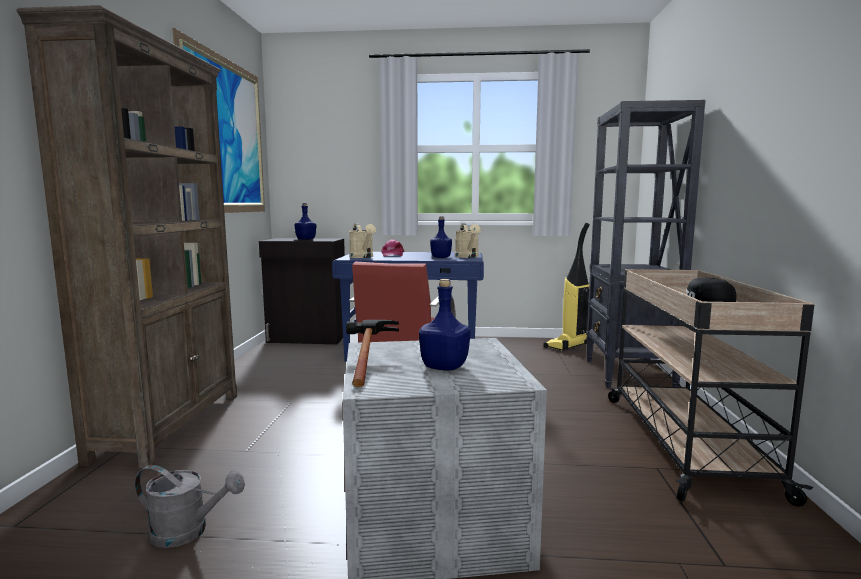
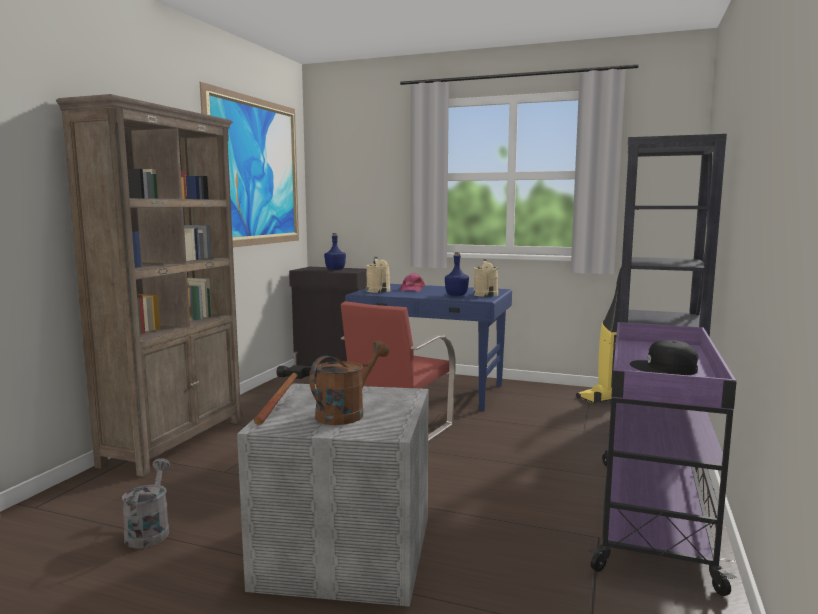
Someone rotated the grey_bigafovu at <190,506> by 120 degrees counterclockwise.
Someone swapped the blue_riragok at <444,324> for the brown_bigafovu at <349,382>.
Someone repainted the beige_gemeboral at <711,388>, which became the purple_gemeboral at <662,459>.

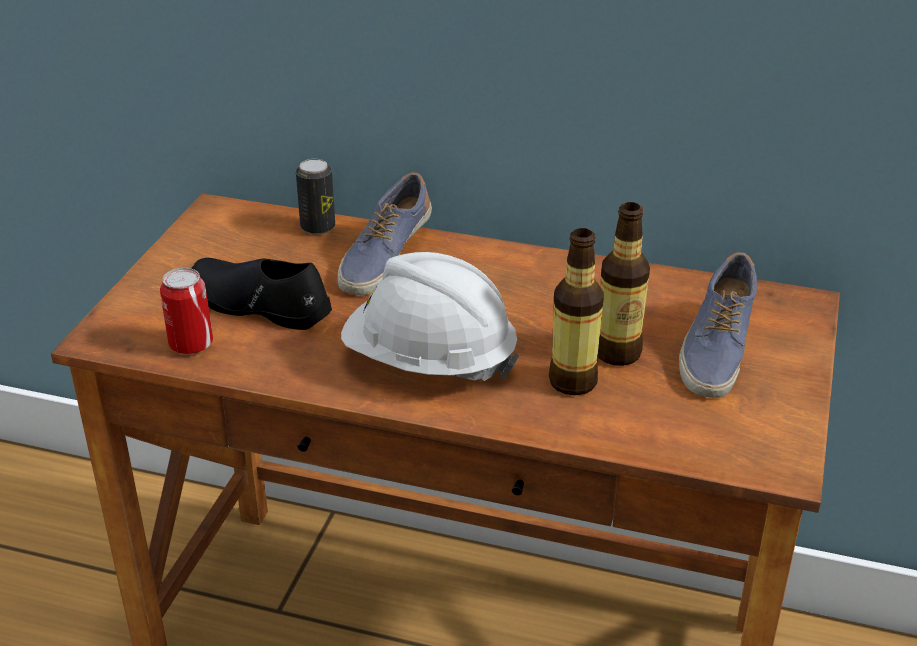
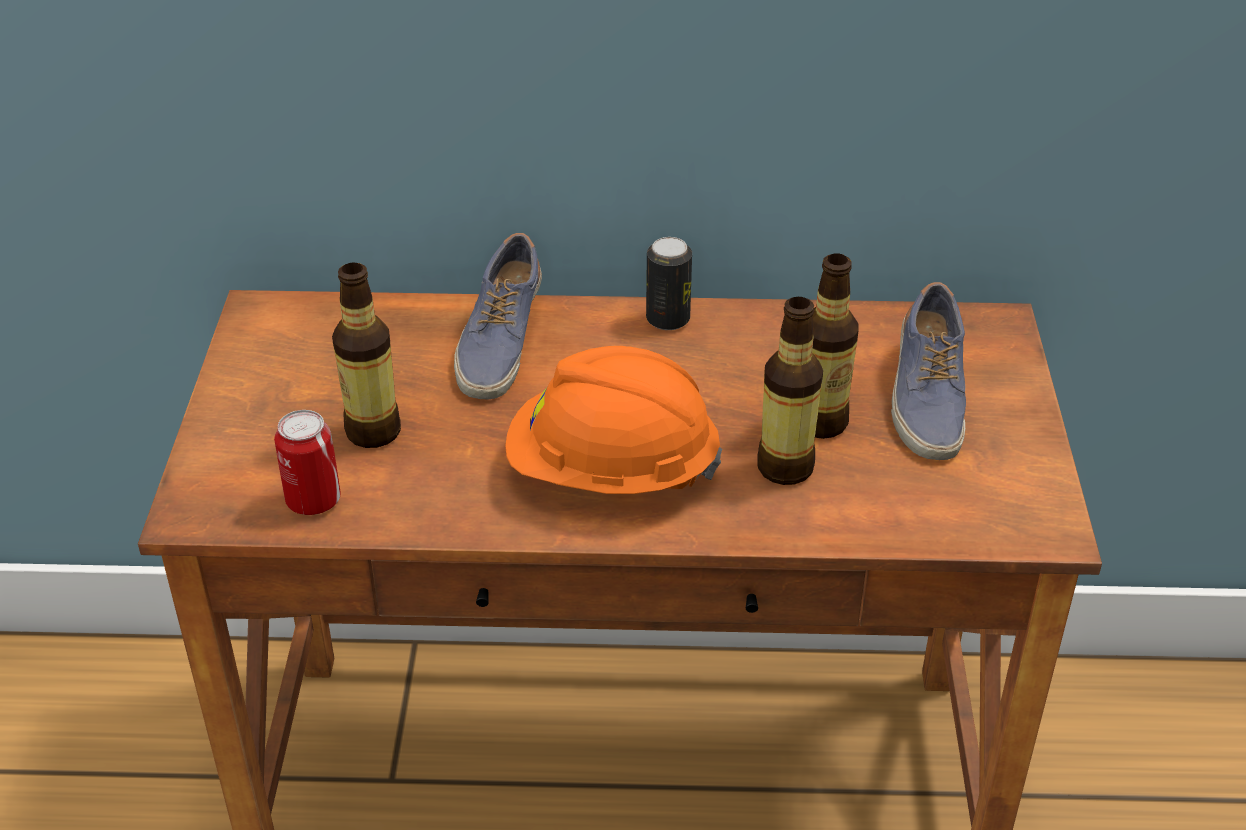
Someone swapped the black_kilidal at <261,294> for the riragok at <366,355>.
Someone carried the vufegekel from <315,197> to <669,283>.
Someone repainted the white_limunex at <430,316>, which became the orange_limunex at <613,420>.

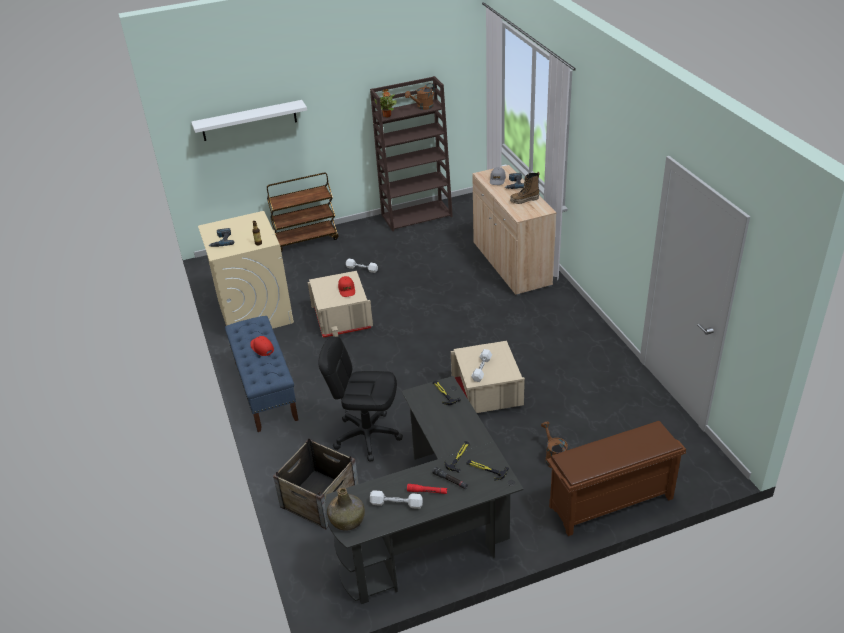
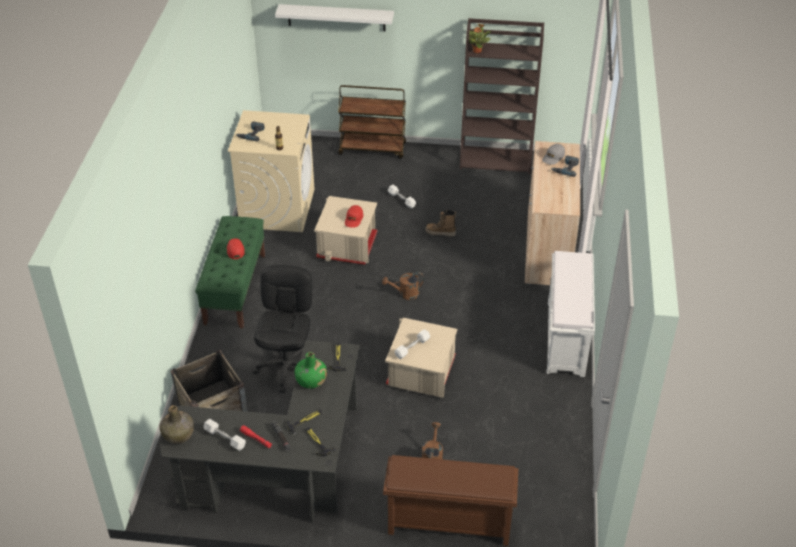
Someone repainted the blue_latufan at <261,374>, which became the green_latufan at <230,272>.
Someone rotated the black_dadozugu at <361,399> by 60 degrees clockwise.
Someone carried the brown_bigafovu from <420,96> to <403,286>.
Someone carried the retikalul from <525,188> to <441,223>.
Someone put down the green_riragok at <311,370>.
Someone put down the white_latufan at <571,314>.

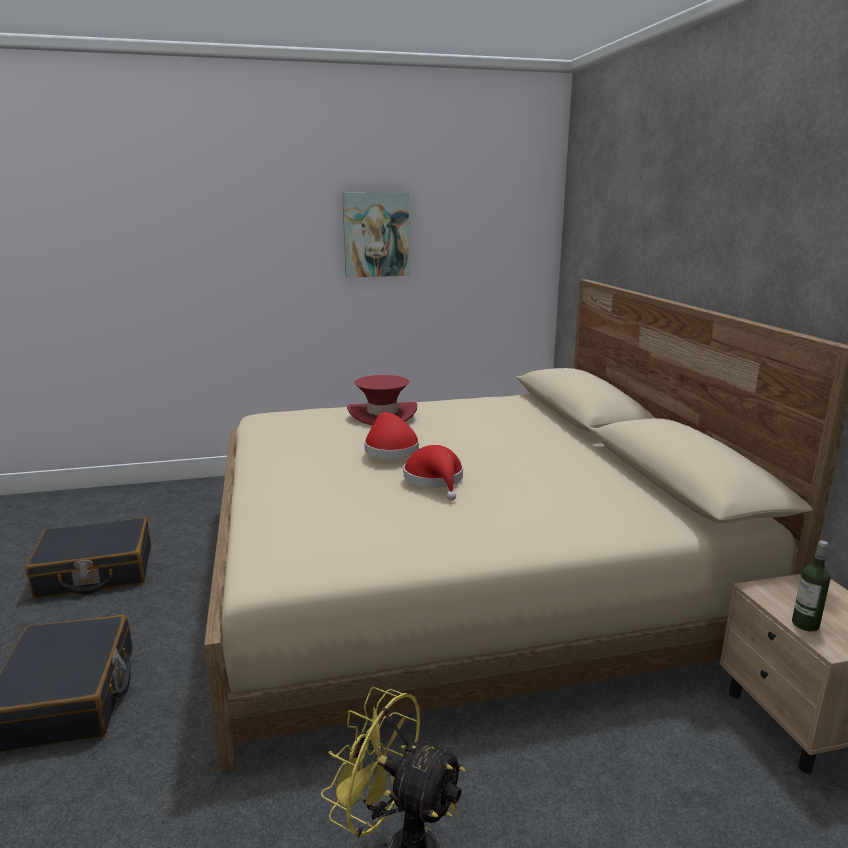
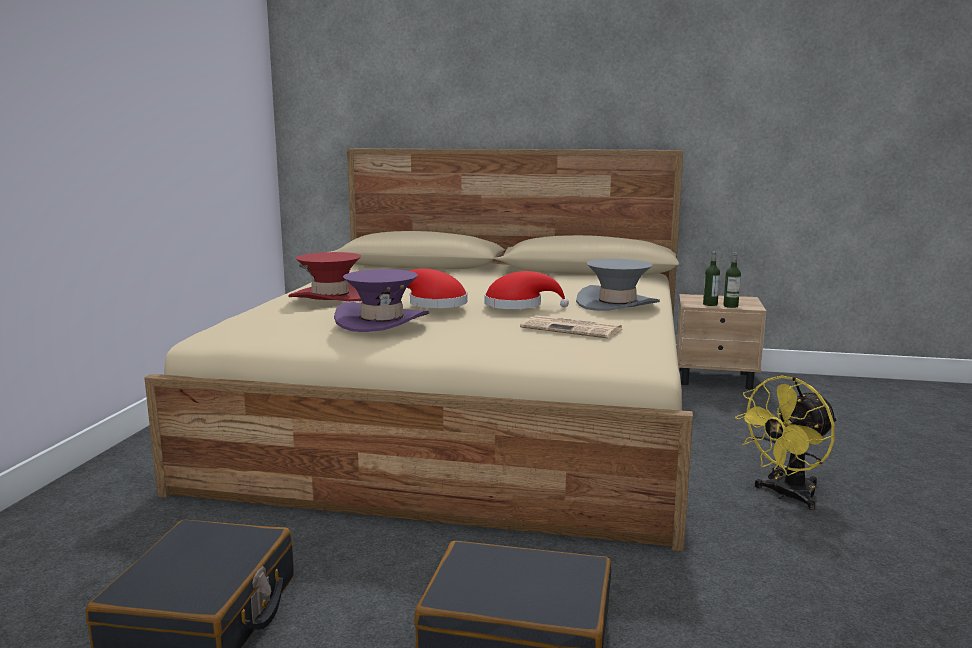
Someone took away the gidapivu at <376,234>.
Someone put down the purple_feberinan at <381,300>.
Someone put down the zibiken at <571,326>.
Someone put down the grey_feberinan at <618,285>.
Someone put down the riragok at <711,278>.

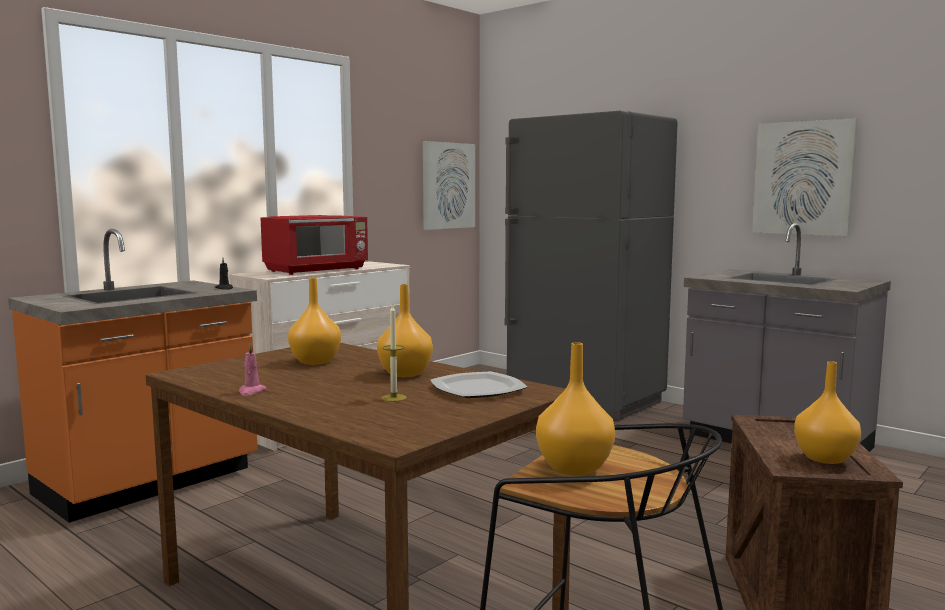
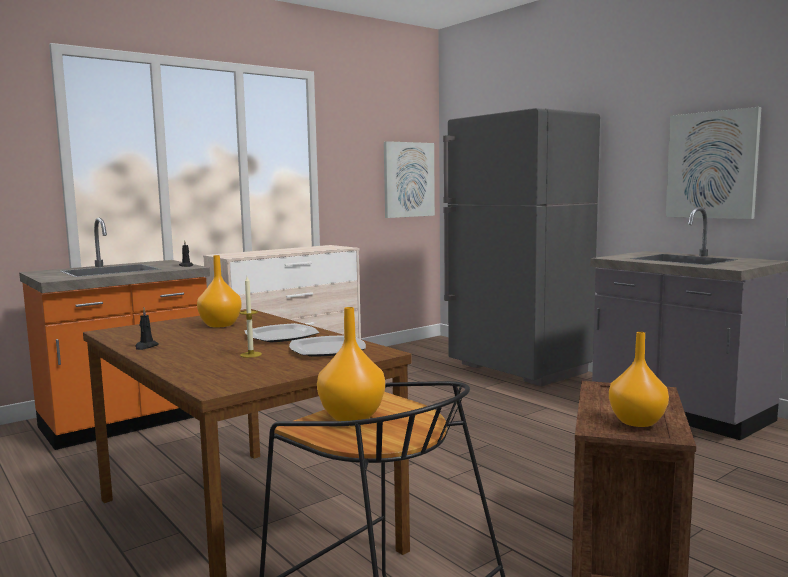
Someone repainted the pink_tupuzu at <252,370>, which became the black_tupuzu at <147,329>.
Someone took away the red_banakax at <314,245>.
Someone swapped the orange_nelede at <405,330> for the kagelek at <282,333>.

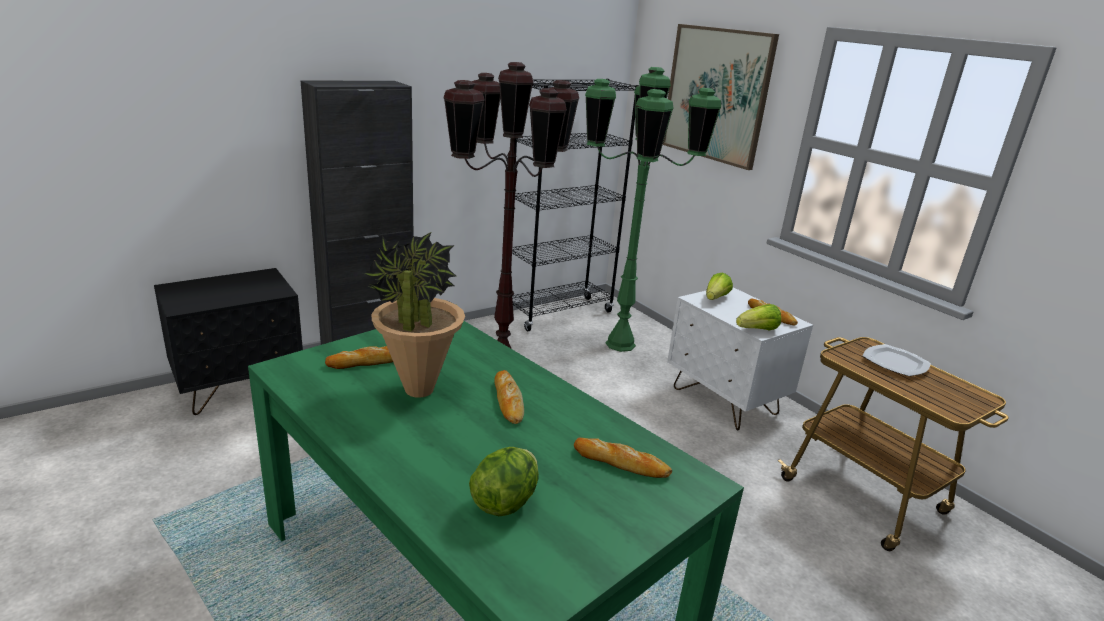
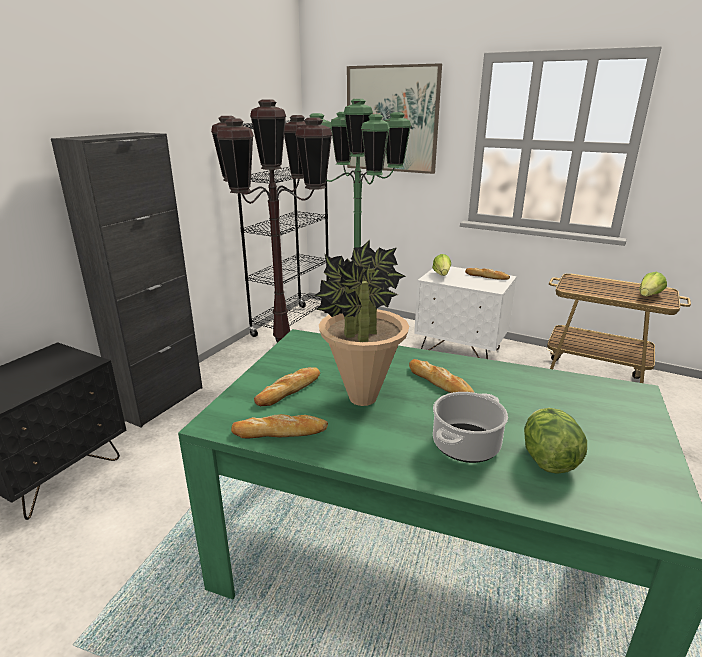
Someone carried the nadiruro from <623,457> to <279,426>.
Someone carried the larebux from <758,317> to <653,284>.
Someone took away the kagelek at <896,360>.
Someone put down the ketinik at <470,427>.

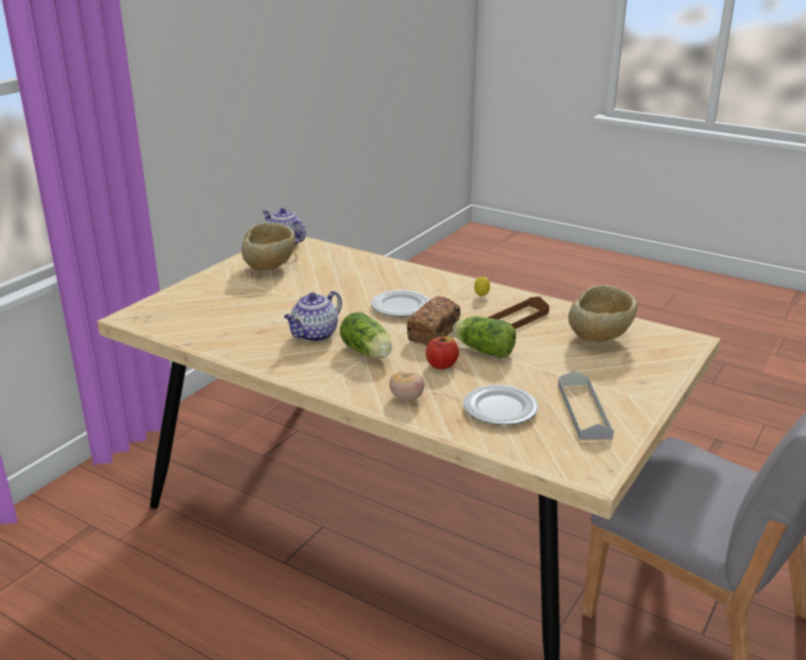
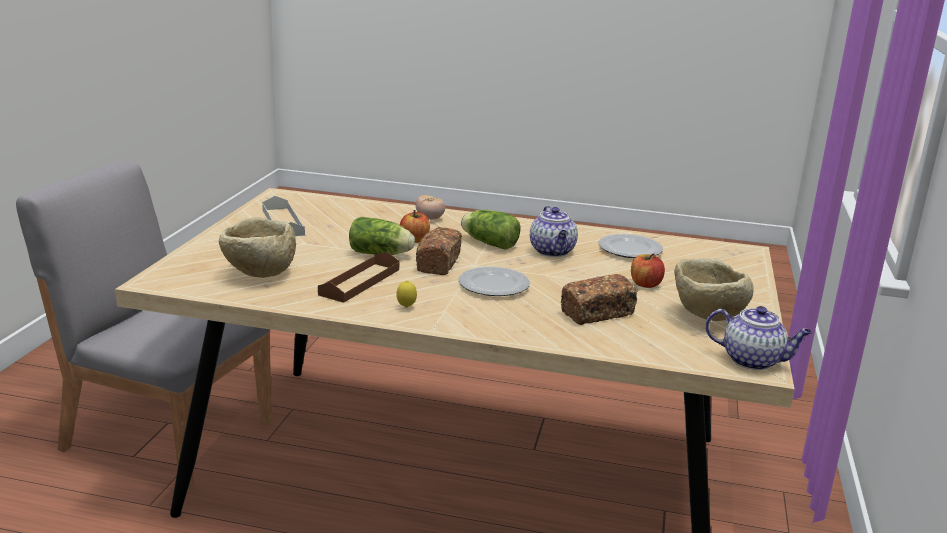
Someone rotated the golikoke at <313,316> by 150 degrees clockwise.
Someone carried the kagelek from <500,405> to <630,246>.
Someone put down the nadiruro at <599,299>.
Someone put down the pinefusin at <648,270>.

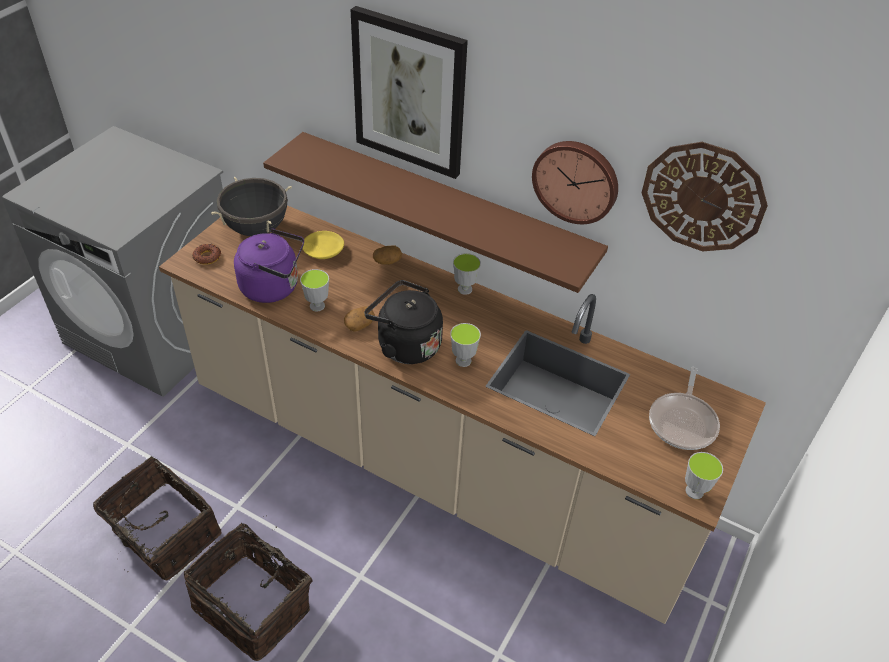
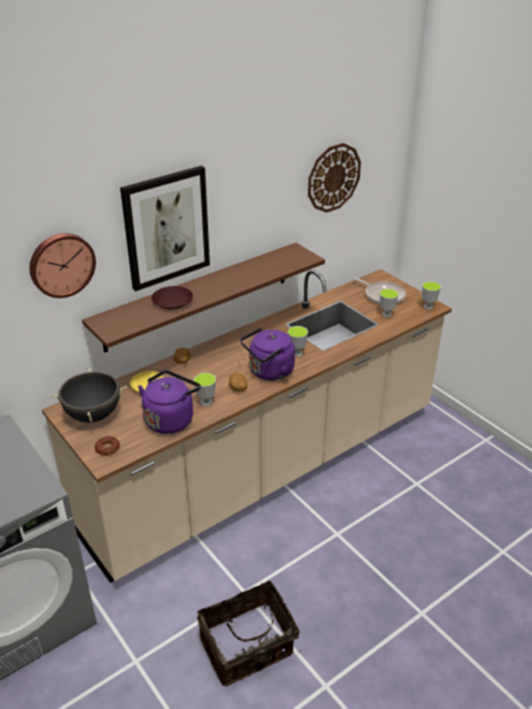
Someone took away the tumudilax at <248,588>.
Someone repainted the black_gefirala at <403,322>, which became the purple_gefirala at <267,354>.
Someone carried the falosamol from <467,274> to <389,303>.
Someone carried the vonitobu from <575,182> to <63,265>.
Someone put down the brown_kagelek at <172,297>.

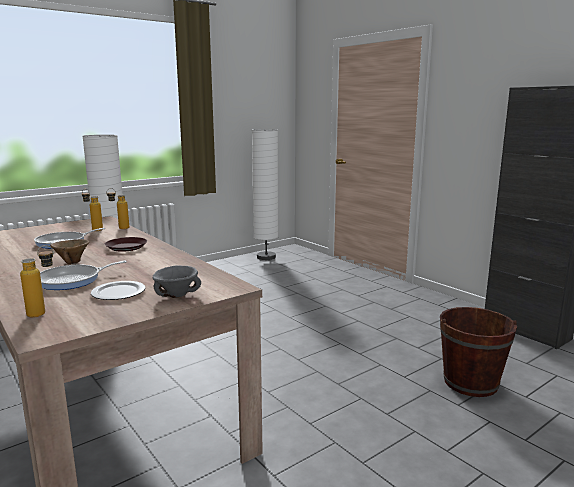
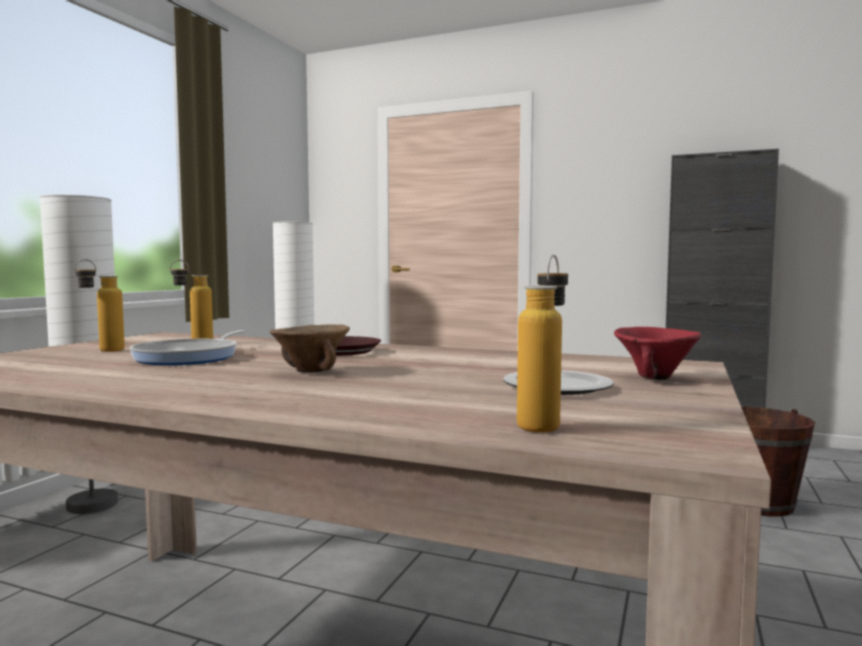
Someone took away the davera at <83,275>.
Someone carried the riragok from <117,208> to <99,305>.
Someone repainted the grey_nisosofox at <177,281>, which became the red_nisosofox at <658,353>.

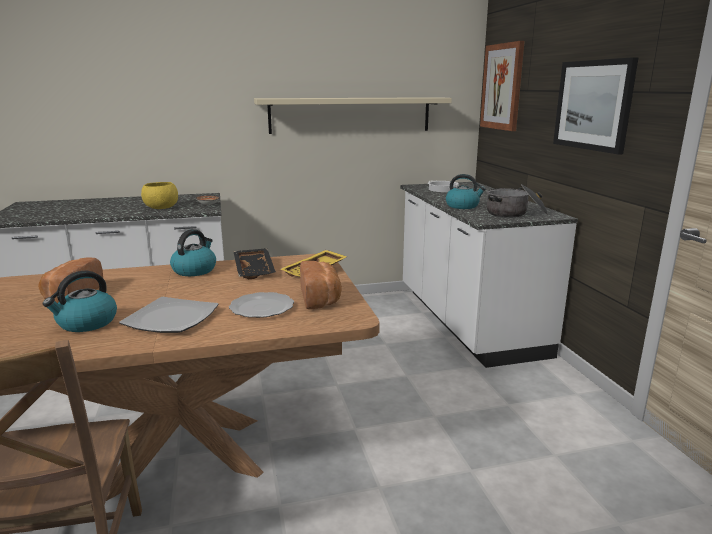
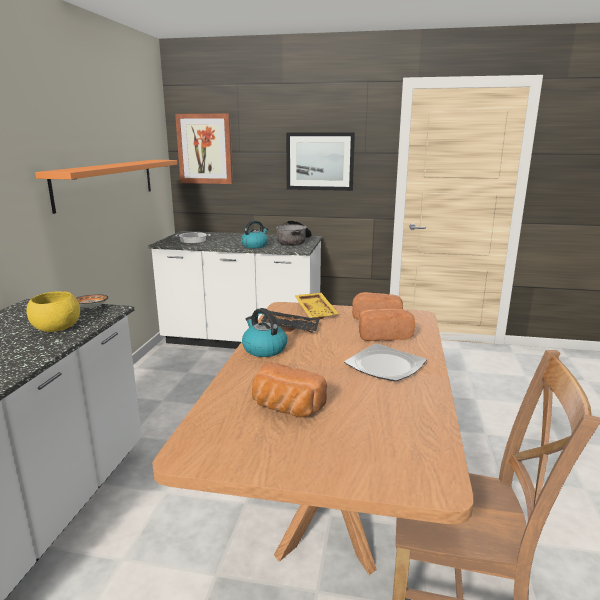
Someone took away the gefirala at <80,301>.
Someone swapped the kagelek at <261,305> for the nadiruro at <387,325>.
Someone repainted the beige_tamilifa at <353,115>, which became the orange_tamilifa at <106,187>.

